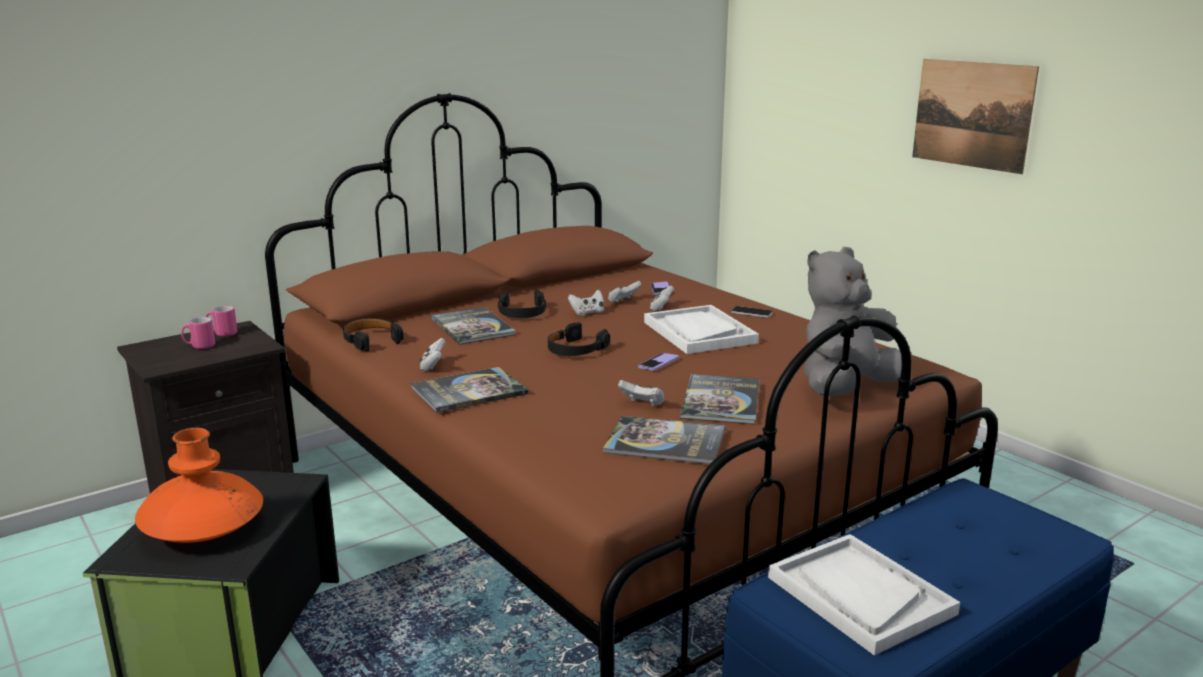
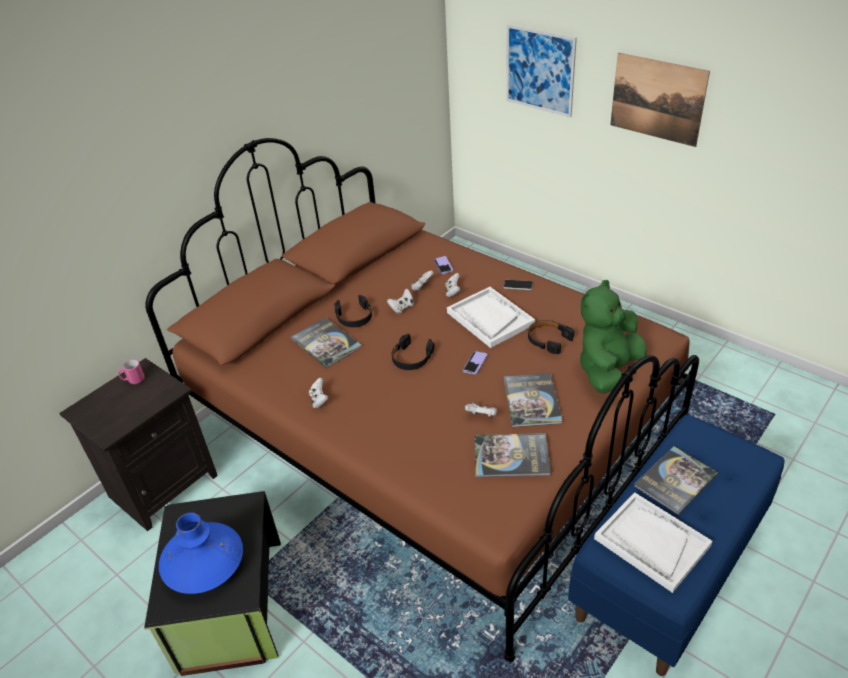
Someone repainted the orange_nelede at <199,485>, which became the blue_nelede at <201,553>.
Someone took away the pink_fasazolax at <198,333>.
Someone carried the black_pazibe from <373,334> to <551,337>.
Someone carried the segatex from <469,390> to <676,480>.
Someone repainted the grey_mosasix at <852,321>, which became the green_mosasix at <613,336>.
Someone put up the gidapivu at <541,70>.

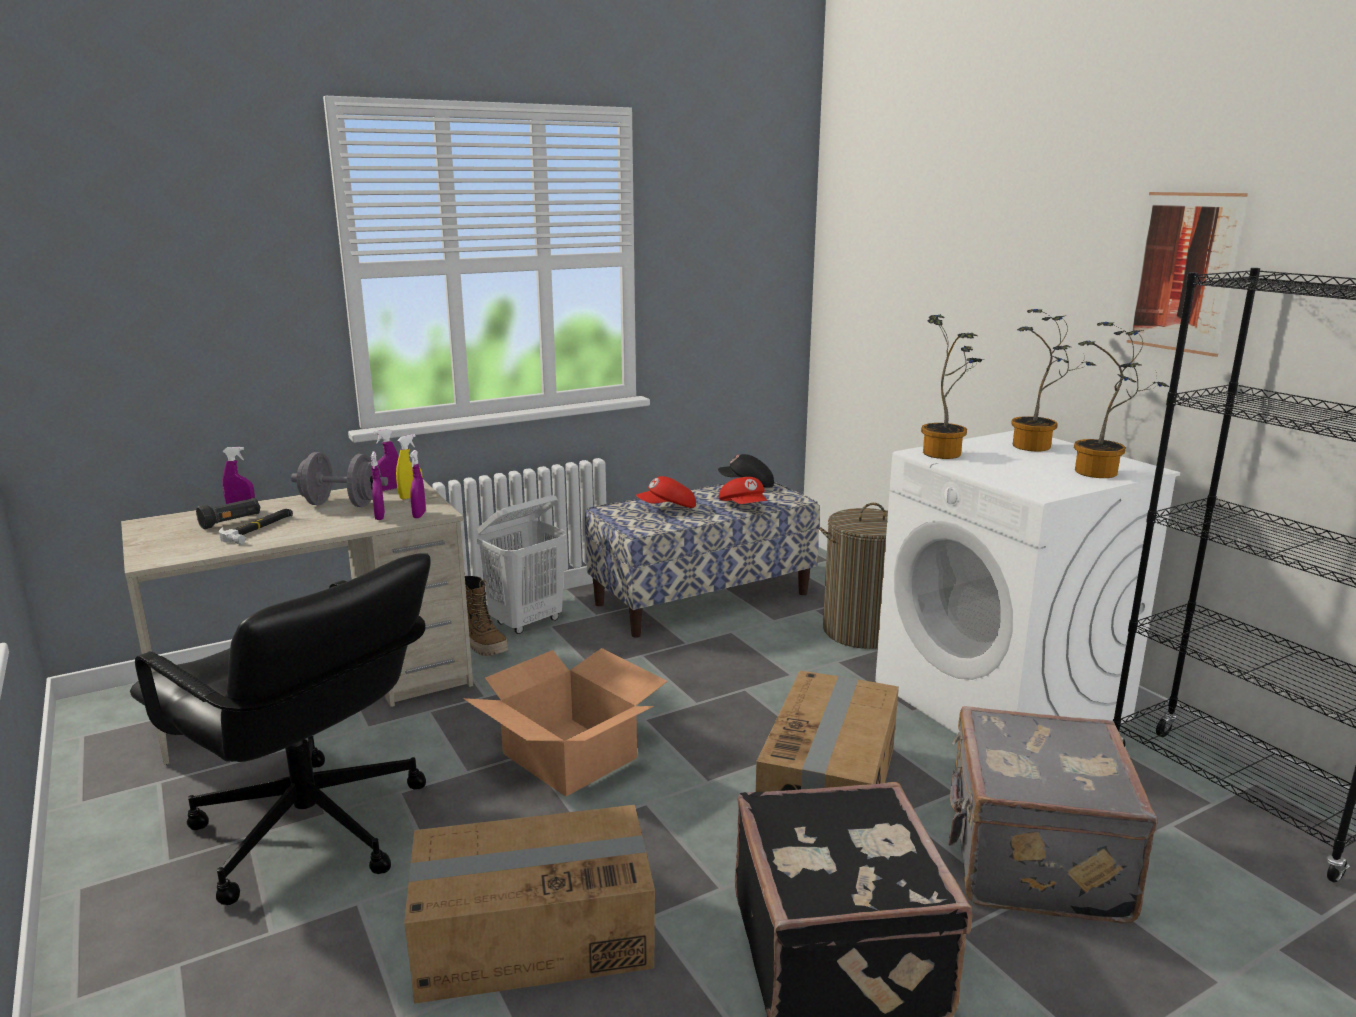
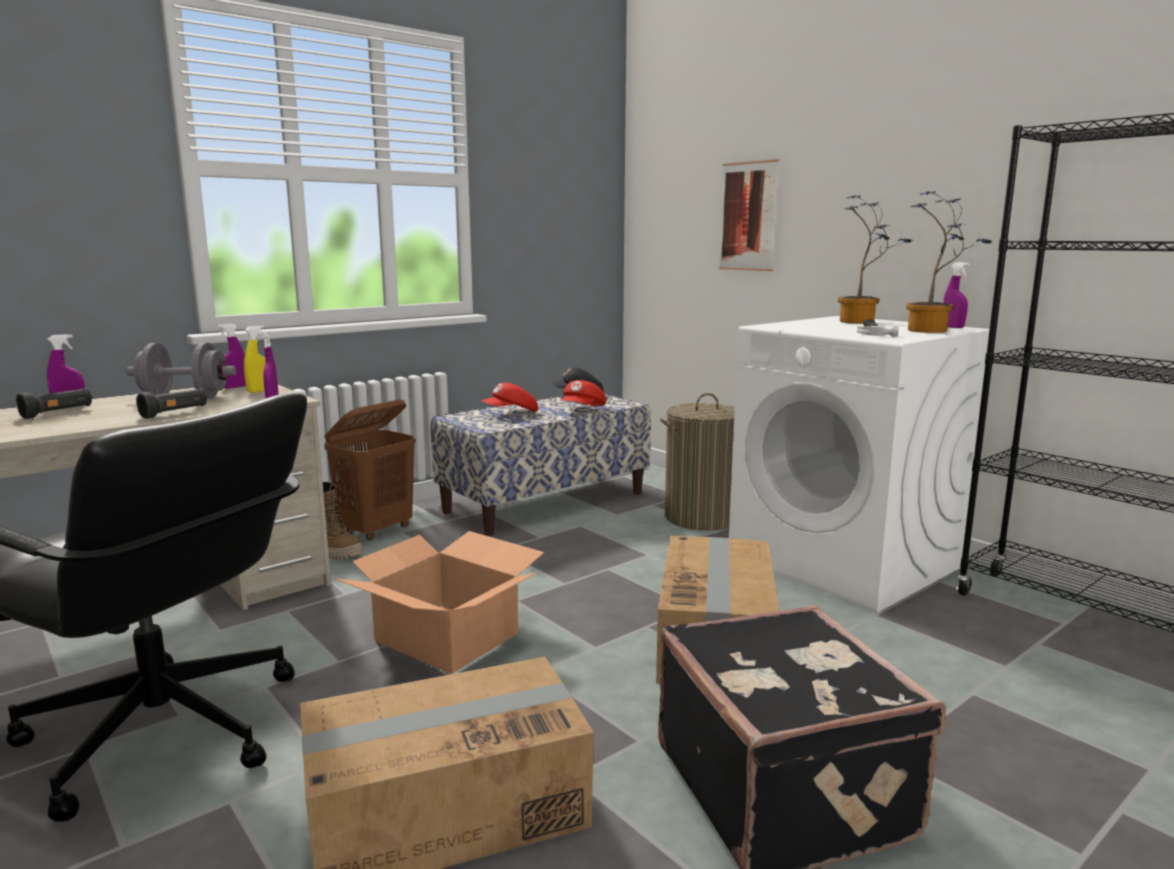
Someone carried the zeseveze from <256,527> to <877,328>.
Someone carried the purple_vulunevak from <378,485> to <956,295>.
Someone repainted the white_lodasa at <521,564>, which became the brown_lodasa at <370,469>.
Someone rotated the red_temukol at <743,490> by 60 degrees clockwise.
Someone took away the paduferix at <953,386>.
Someone took away the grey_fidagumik at <1052,815>.
Someone carried the gidapivu from <1187,274> to <749,215>.
Someone put down the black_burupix at <171,403>.

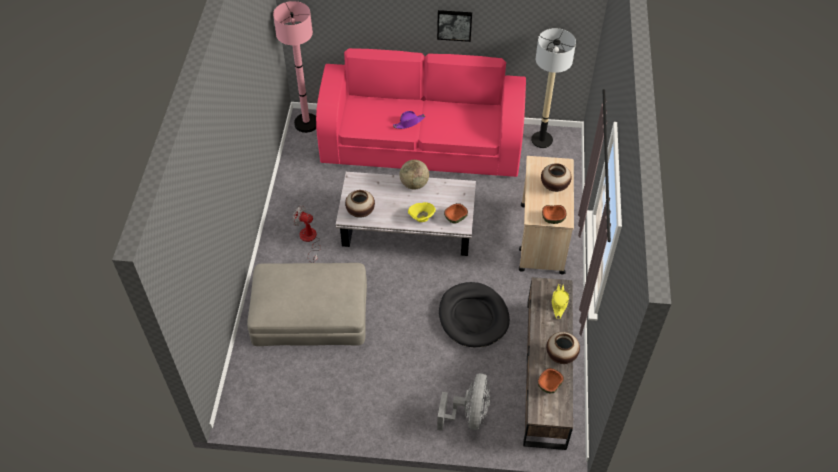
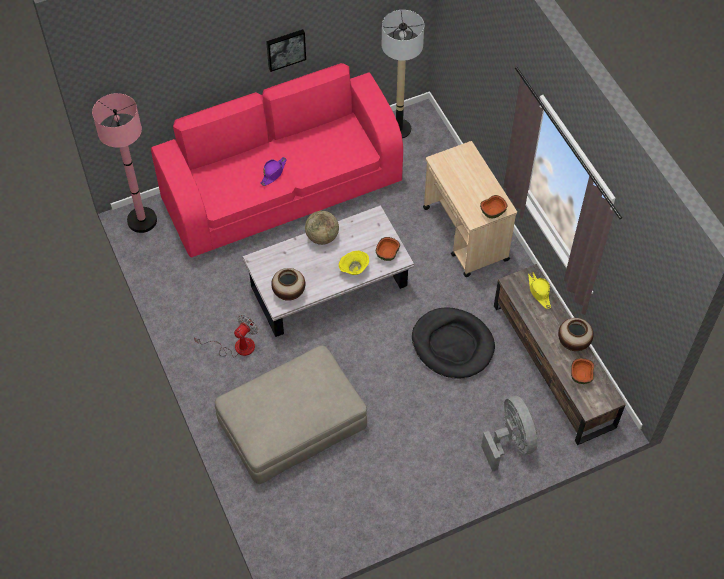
Someone rotated the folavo at <307,234> by 135 degrees clockwise.
Someone took away the nelede at <556,177>.

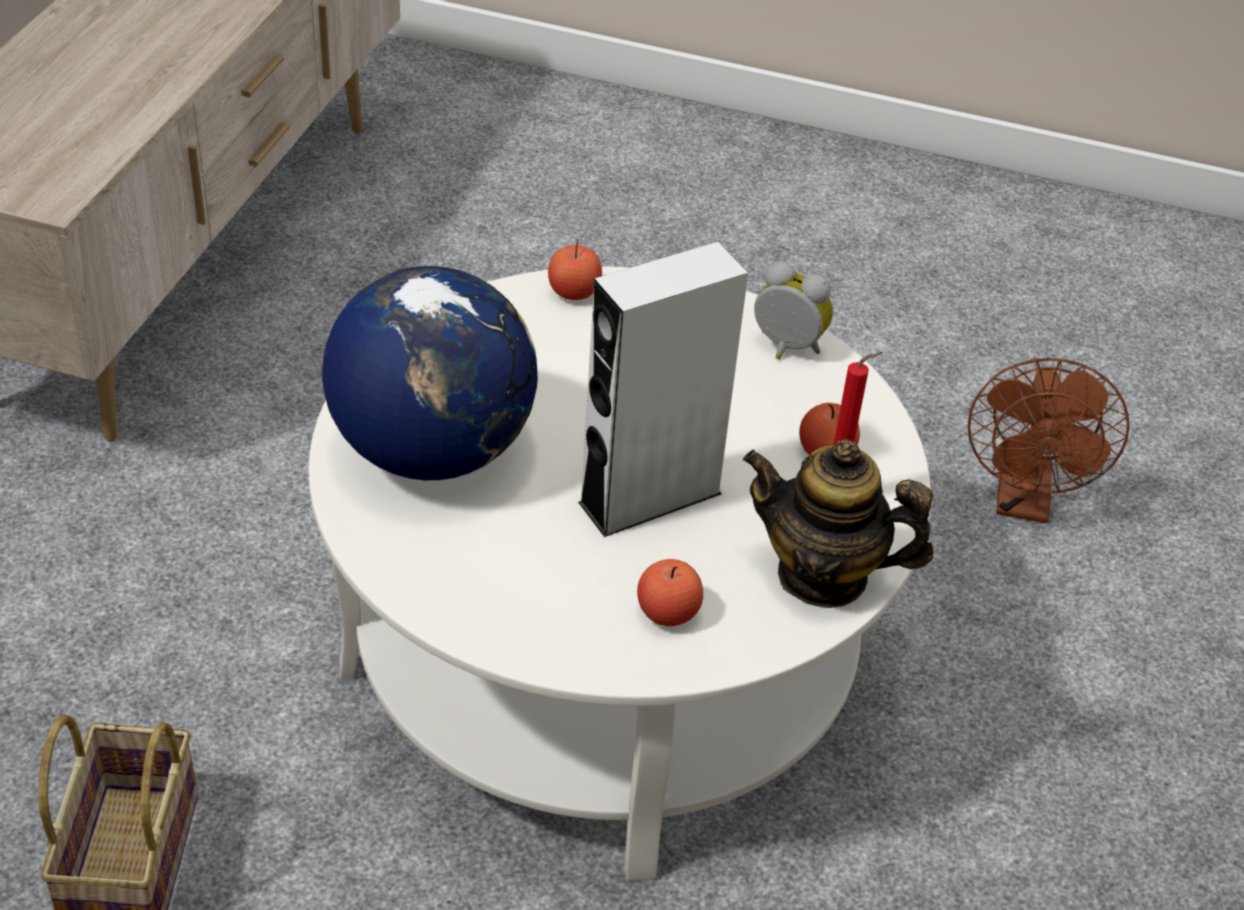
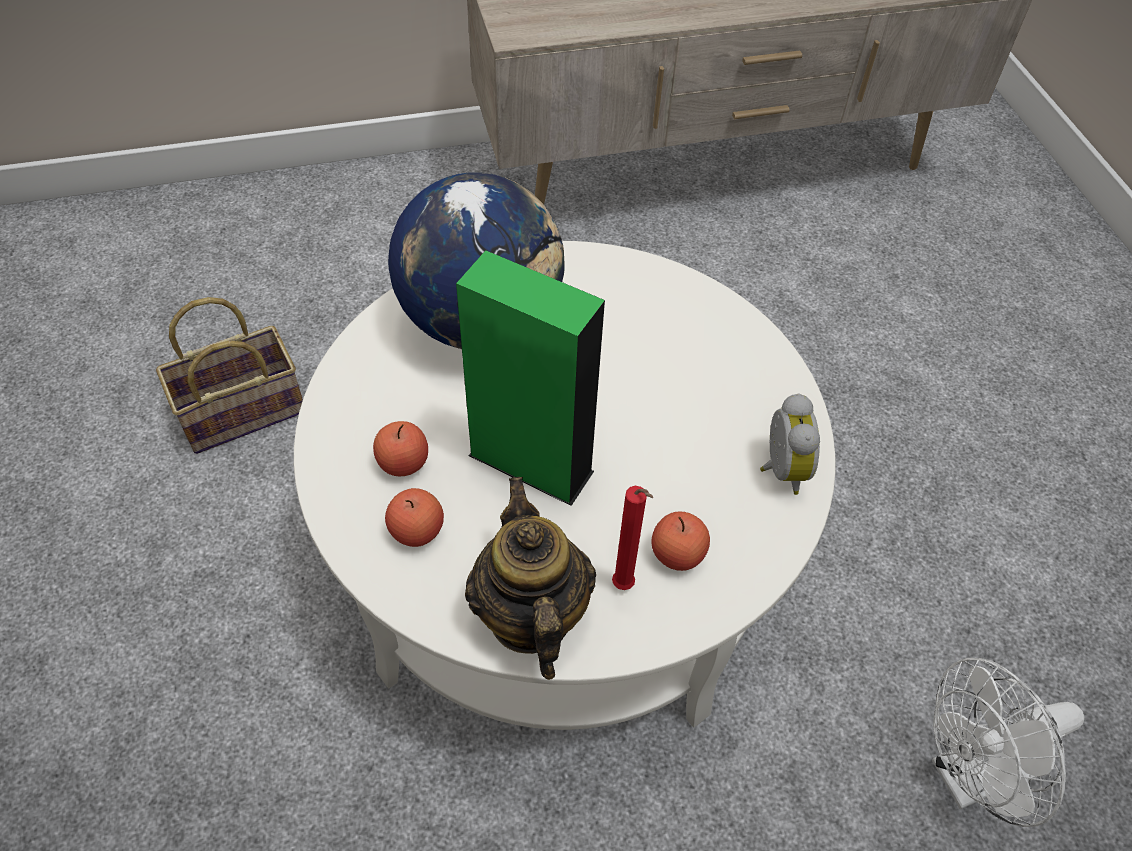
Someone carried the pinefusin from <575,269> to <400,448>.
Someone repainted the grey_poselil at <663,389>, which became the green_poselil at <530,378>.
Someone repainted the brown_folavo at <1048,440>, which became the white_folavo at <1008,742>.

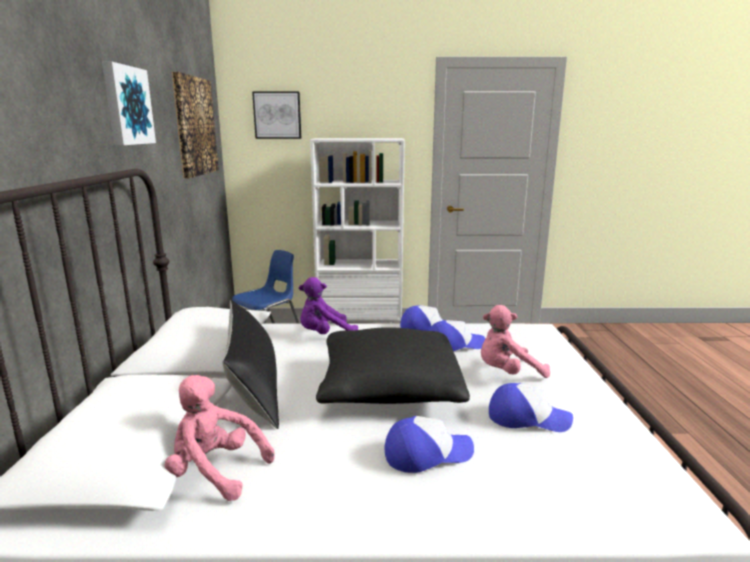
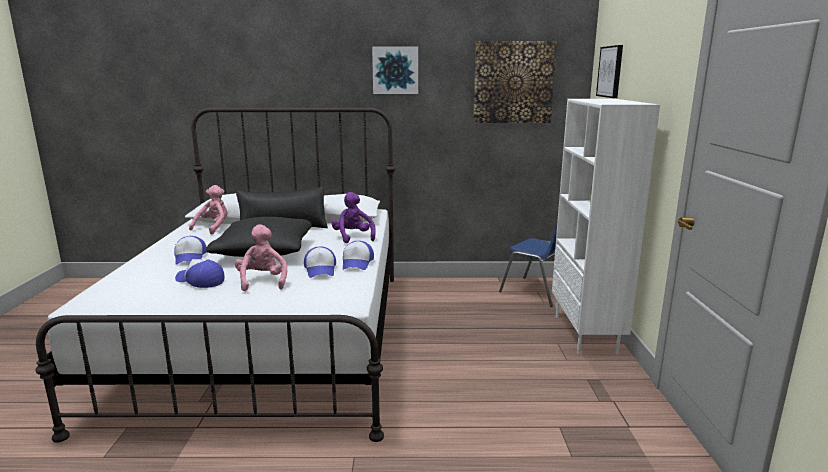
Someone rotated the temukol at <531,407> by 105 degrees clockwise.

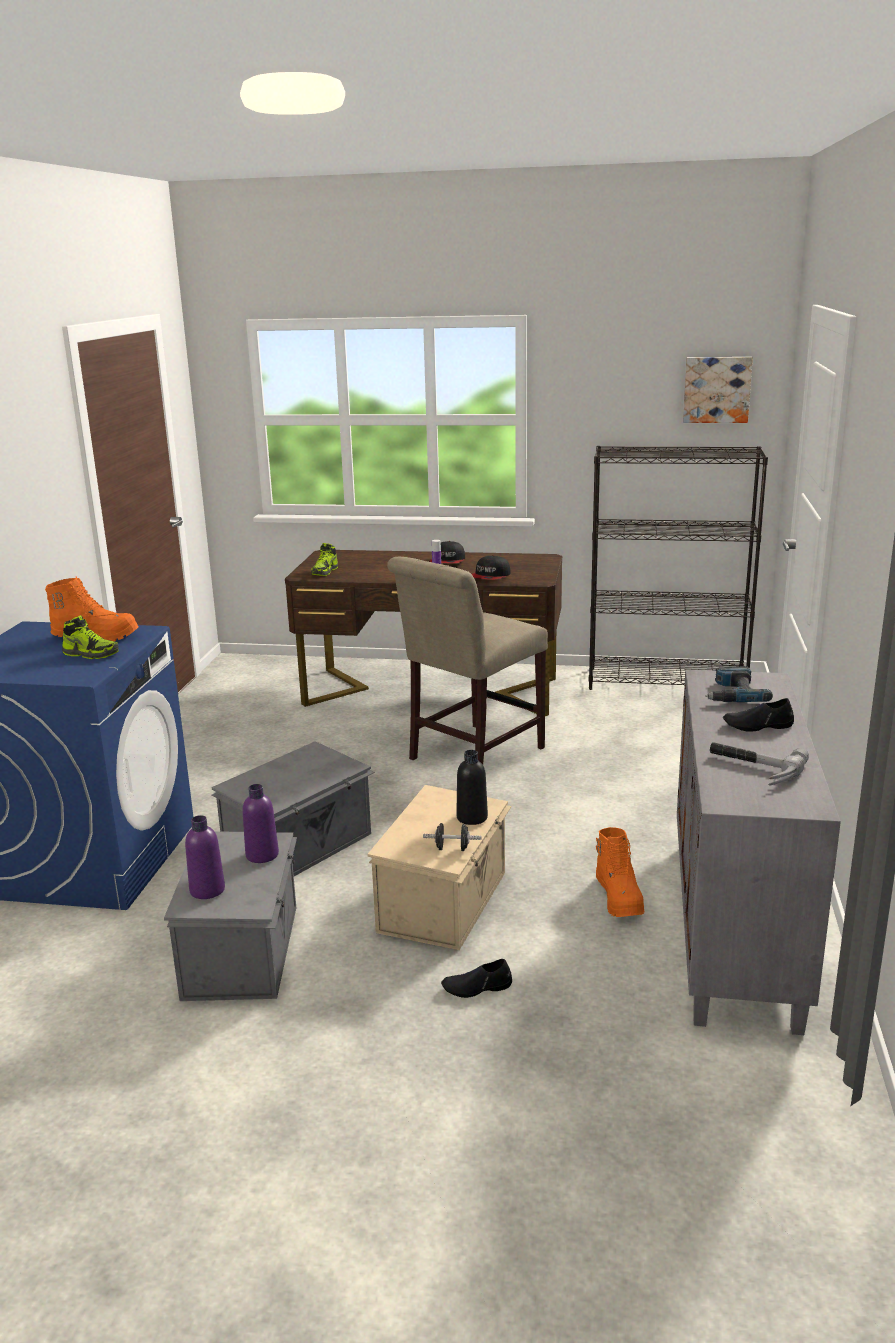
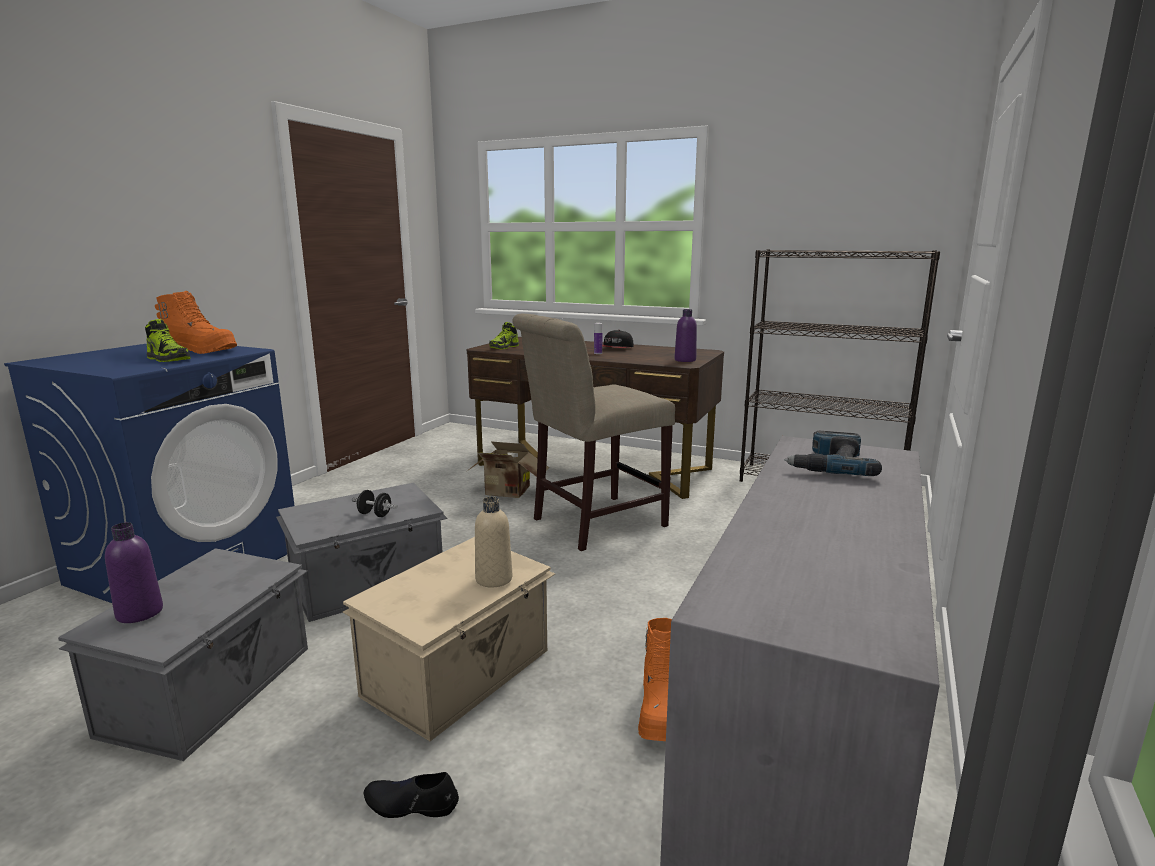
Someone carried the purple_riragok from <261,823> to <685,335>.
Someone carried the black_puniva from <452,837> to <375,503>.
Someone repainted the black_riragok at <472,787>, which became the beige_riragok at <493,542>.
Someone took away the temukol at <491,567>.
Someone took away the gidapivu at <718,390>.
Someone took away the zeseveze at <759,763>.
Someone took away the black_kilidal at <758,715>.
Someone put down the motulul at <507,469>.

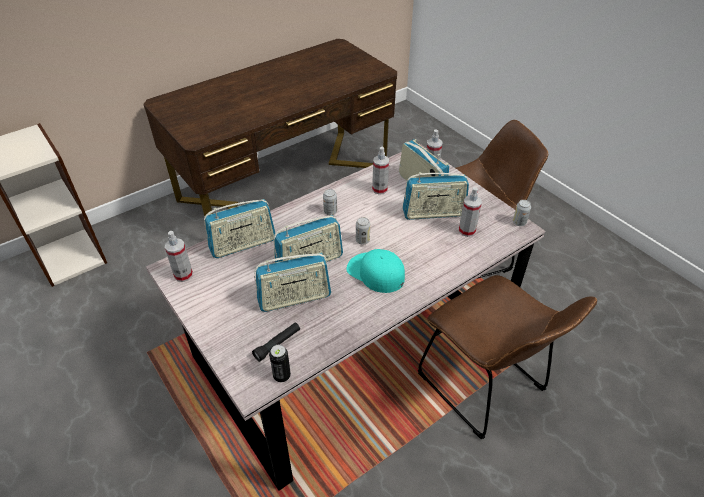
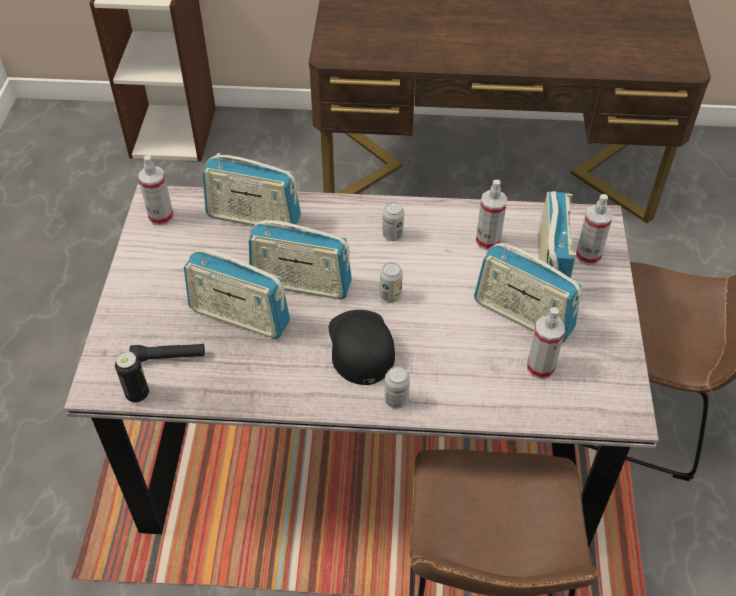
Someone repainted the turquoise_temukol at <375,271>, which became the black_temukol at <362,347>.
Someone carried the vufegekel from <522,213> to <397,387>.

